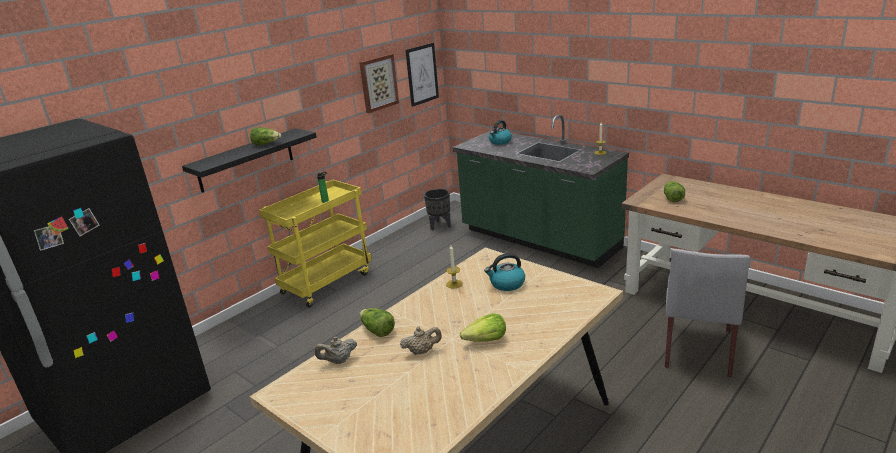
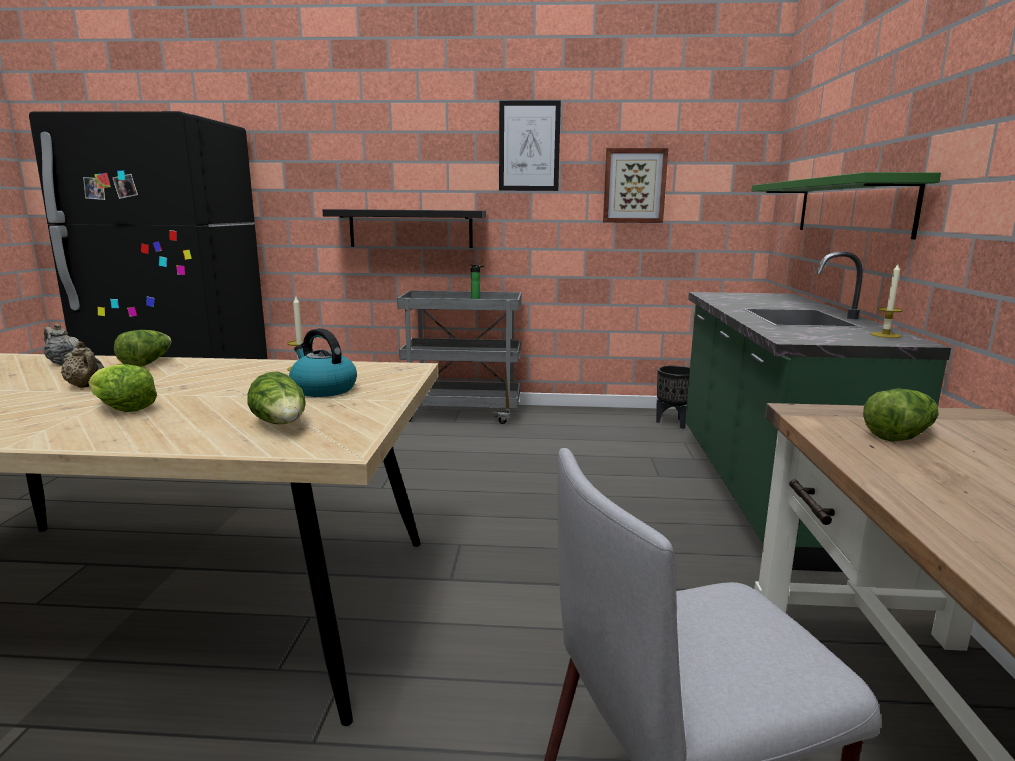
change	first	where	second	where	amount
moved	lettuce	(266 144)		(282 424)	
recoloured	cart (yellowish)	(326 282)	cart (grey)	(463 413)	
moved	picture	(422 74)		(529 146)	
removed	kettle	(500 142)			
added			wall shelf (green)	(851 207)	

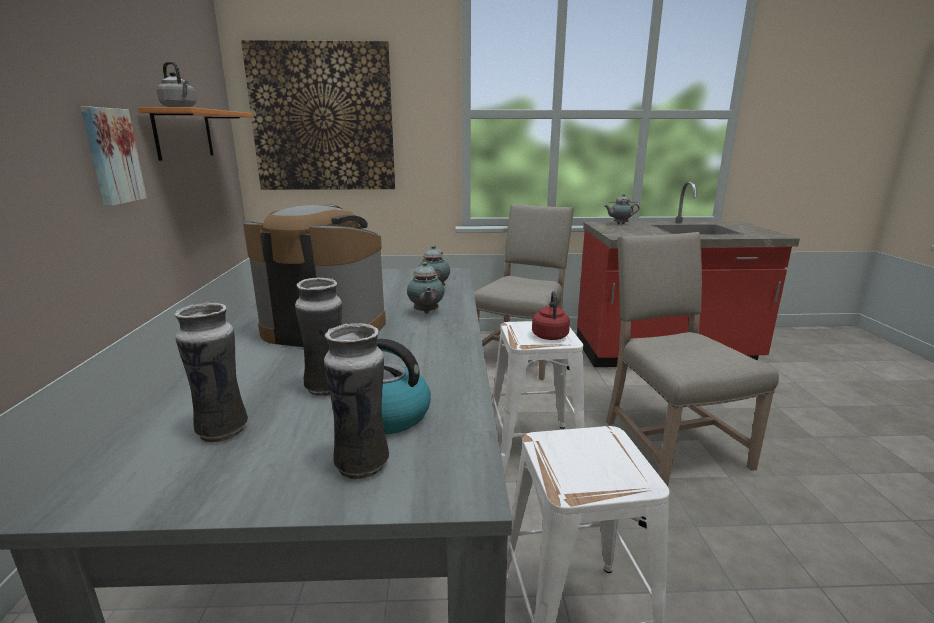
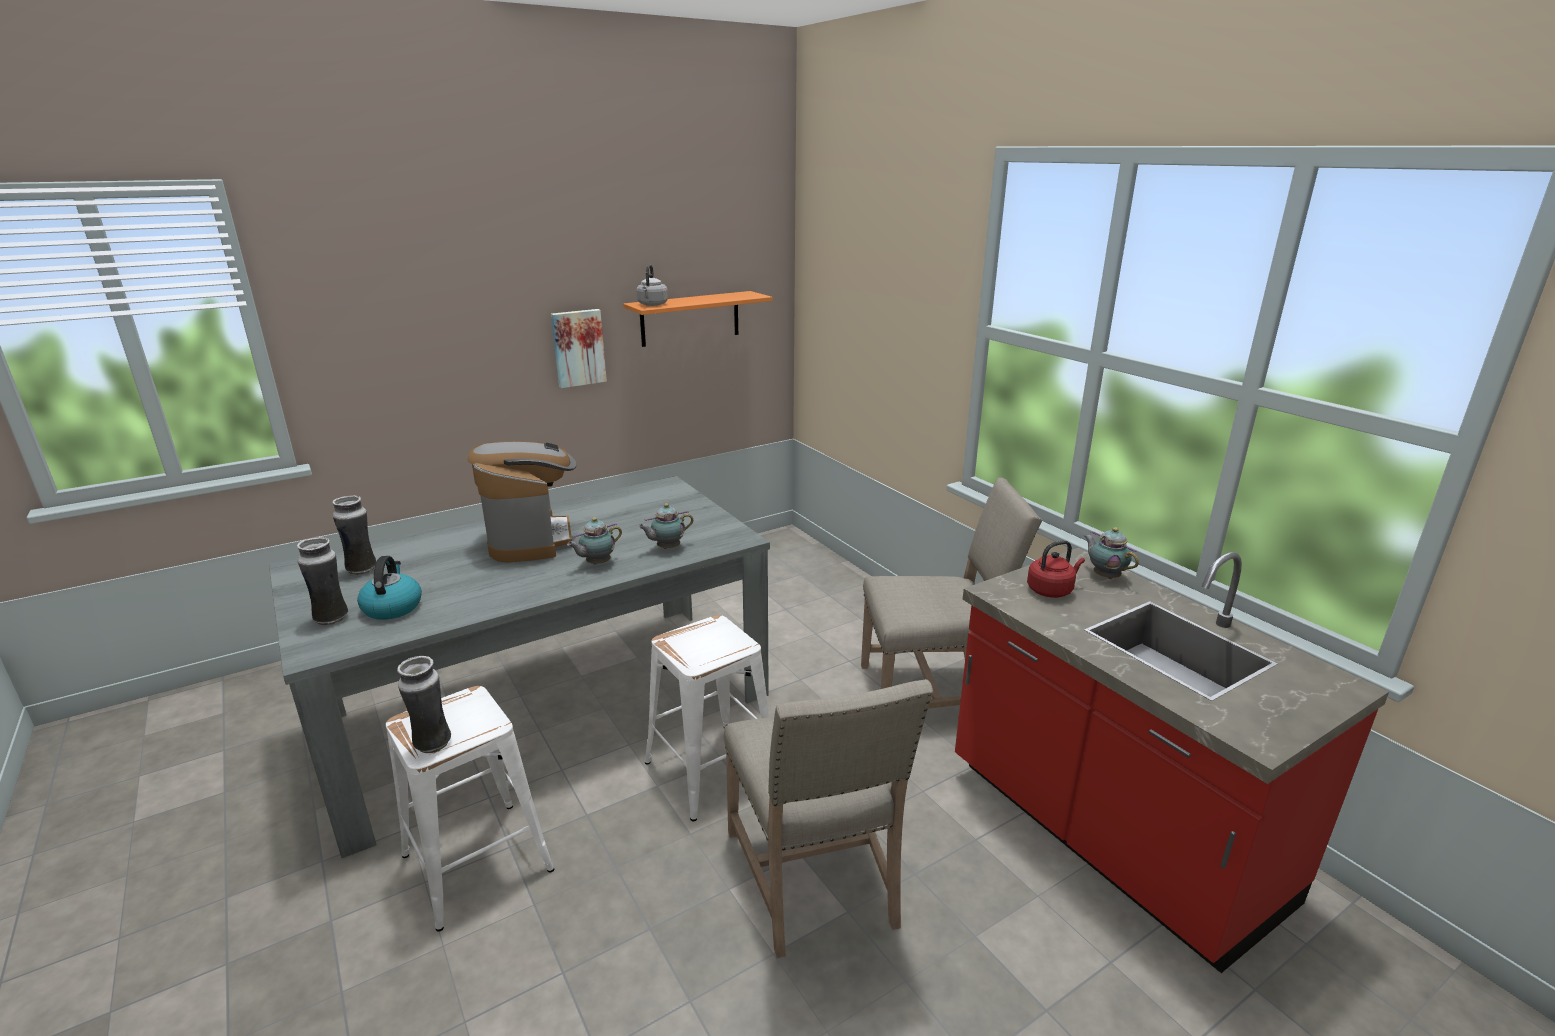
change	first	where	second	where	amount
removed	picture	(323 118)			
moved	vase	(327 388)		(432 744)	
moved	kettle (red-coloured)	(550 335)		(1051 590)	
turned	upright chair (beige-coloured)	(669 442)		(816 880)	120 degrees clockwise

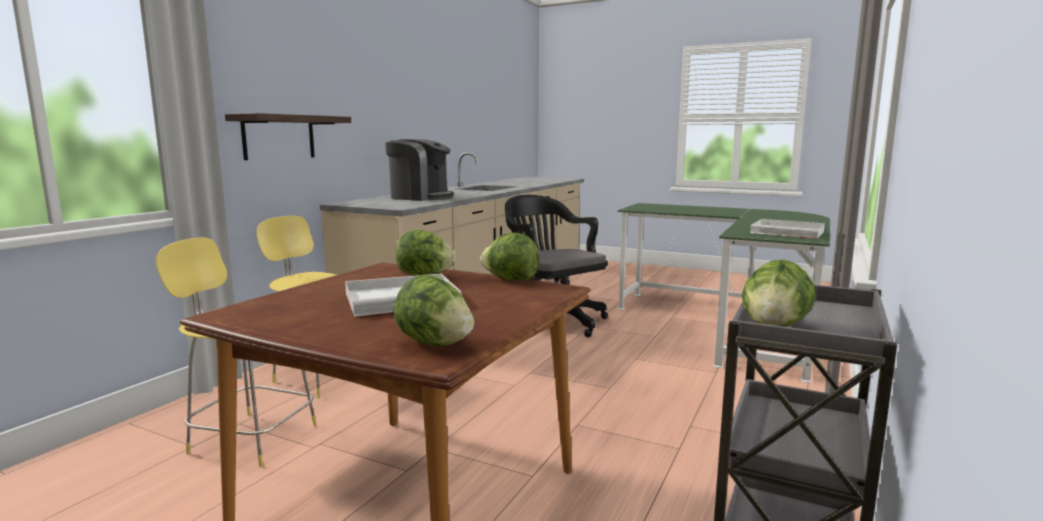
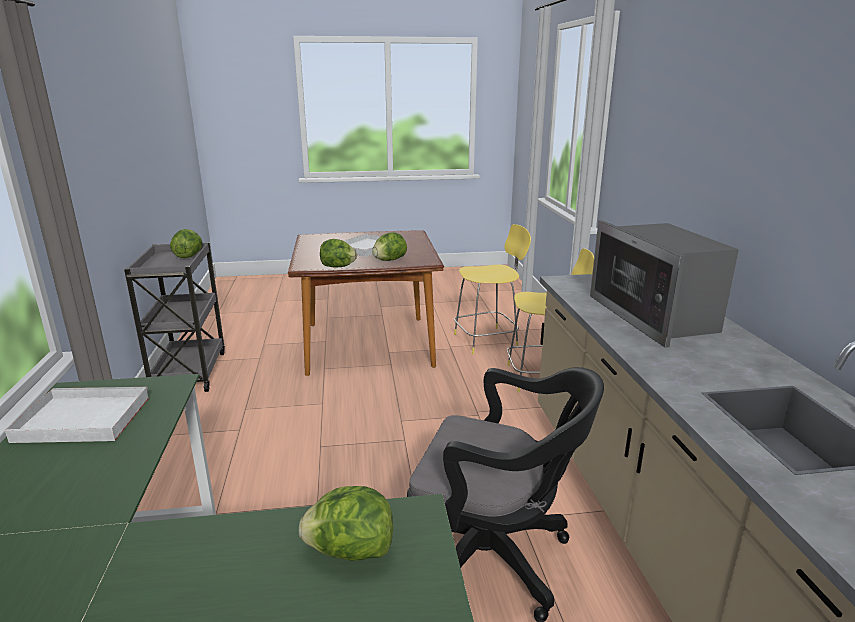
change	first	where	second	where	amount
removed	wall shelf	(279 137)			
replaced	coffee brewer	(420 197)	microwave oven	(654 316)	
moved	lettuce	(434 343)		(350 551)	

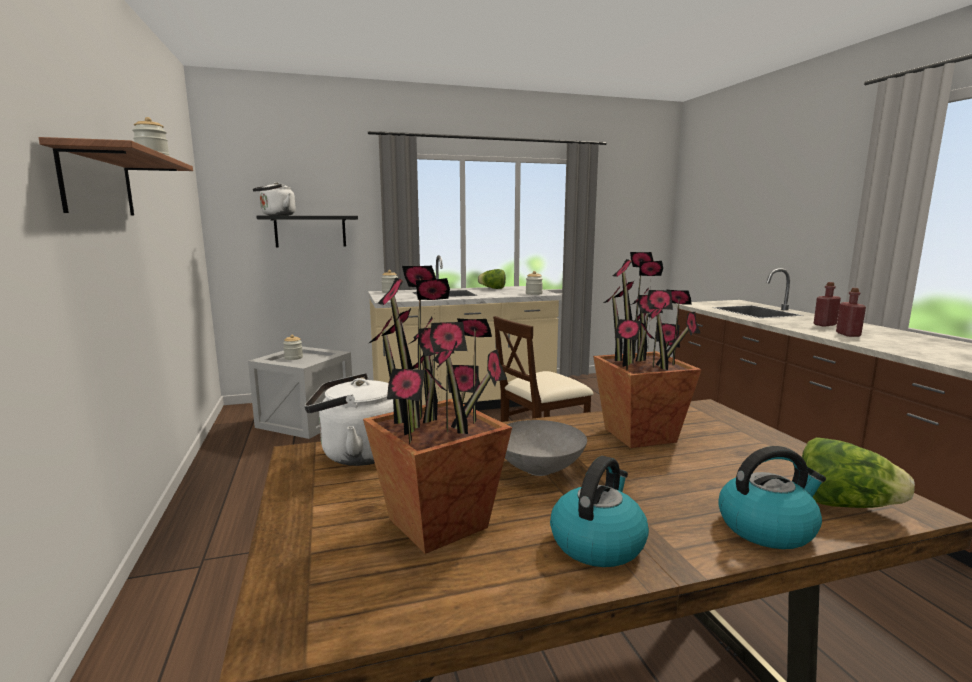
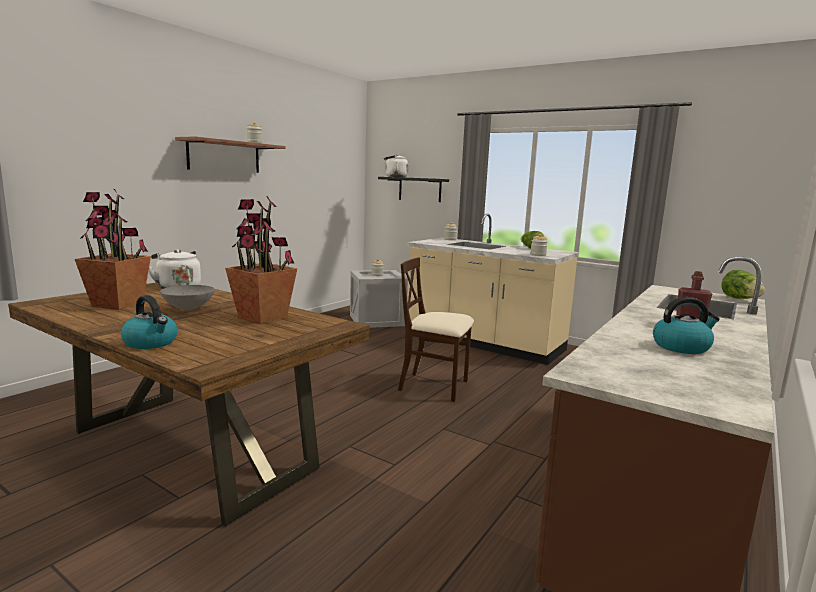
change	first	where	second	where	amount
moved	kettle	(597 542)		(681 347)	
moved	lettuce	(844 504)		(741 299)	
removed	bottle (red-coloured)	(848 334)			

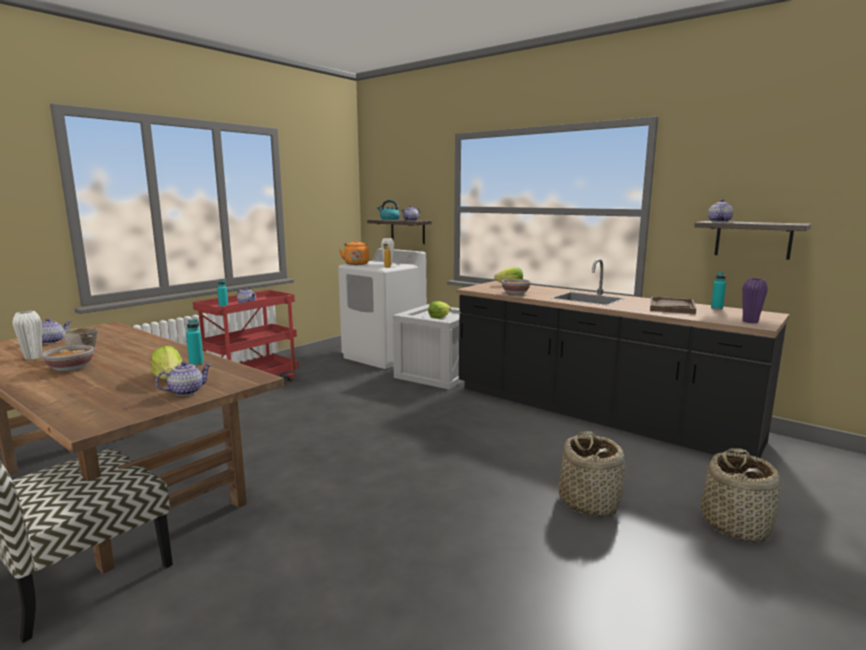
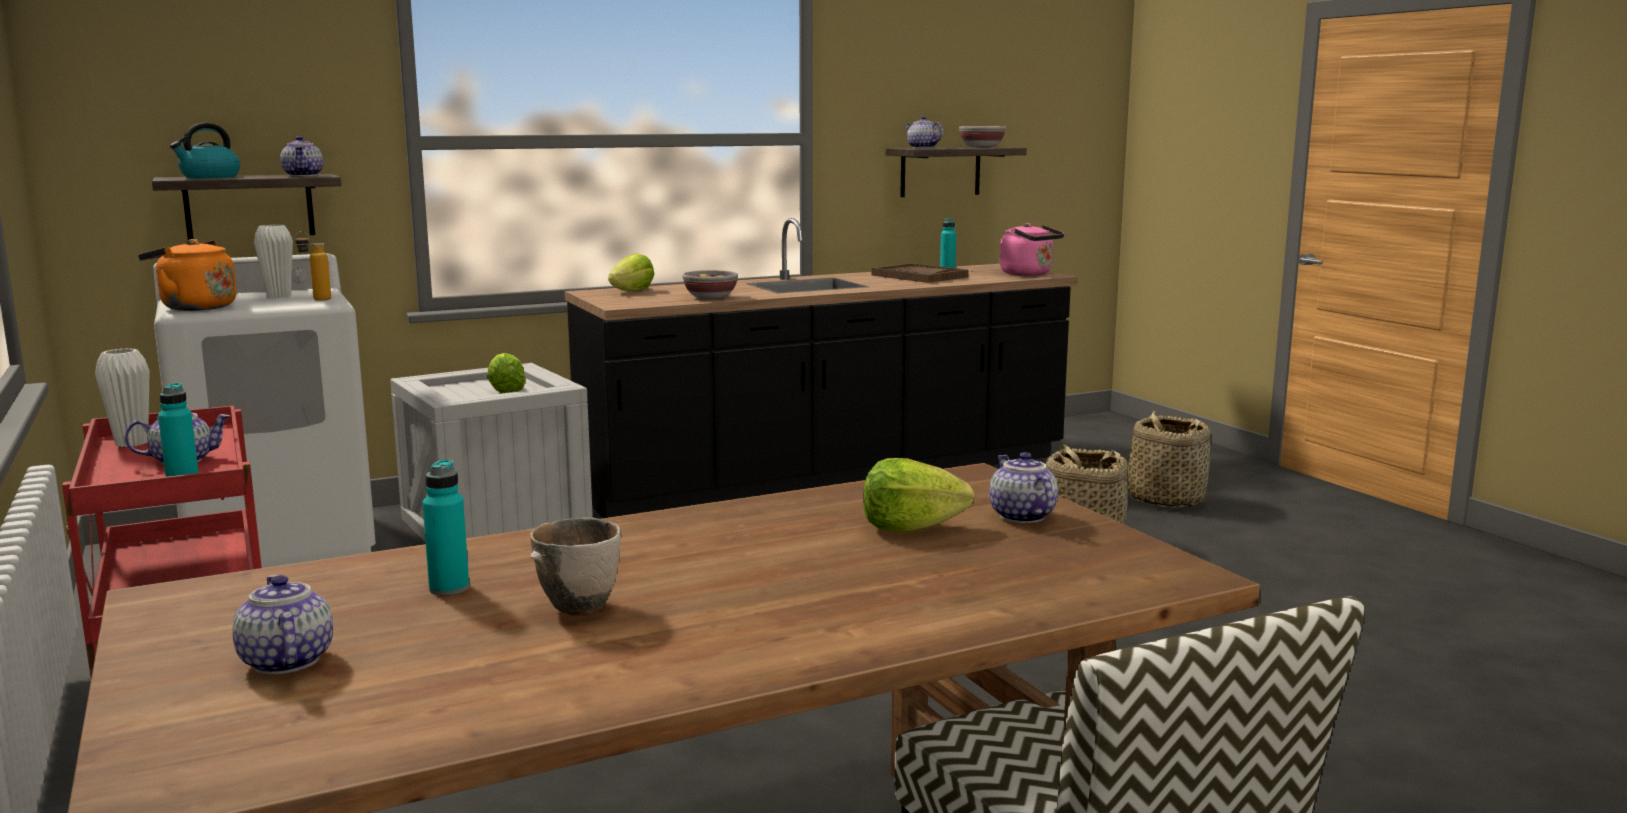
change	first	where	second	where	amount
moved	vase (white-coloured)	(33 357)		(131 443)	
moved	deep dish	(70 368)		(982 147)	
moved	bottle (turquoise)	(196 364)		(449 588)	
replaced	vase (purplish)	(750 322)	kettle (pink-coloured)	(1029 274)	

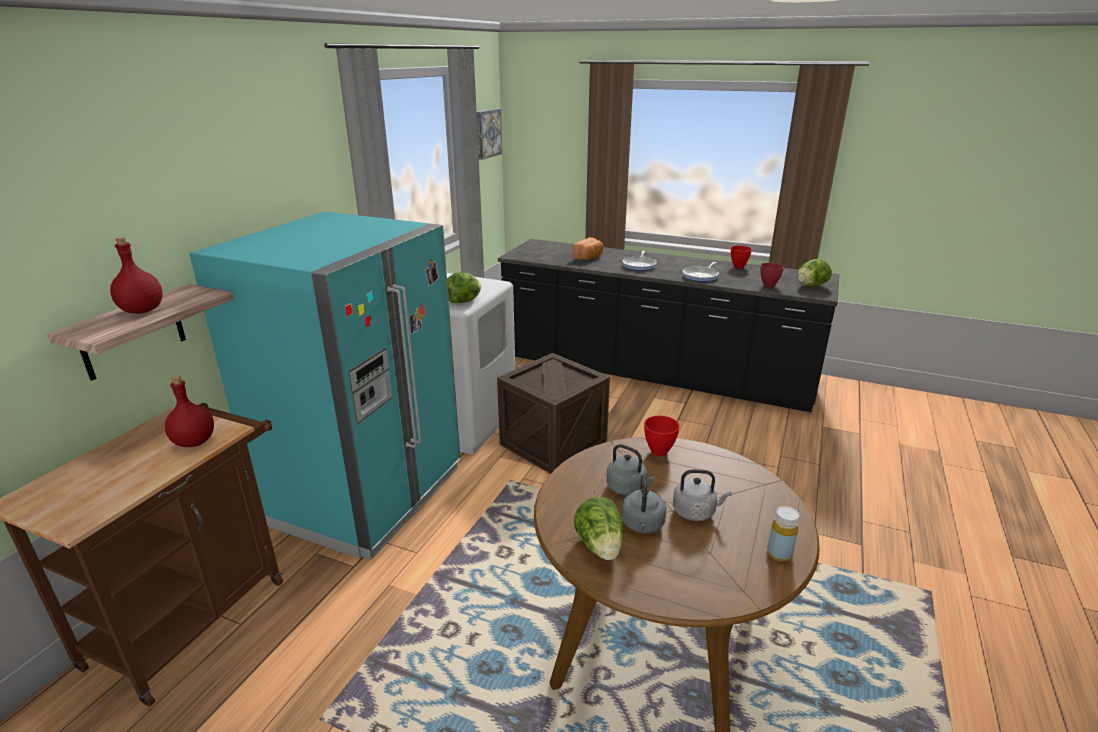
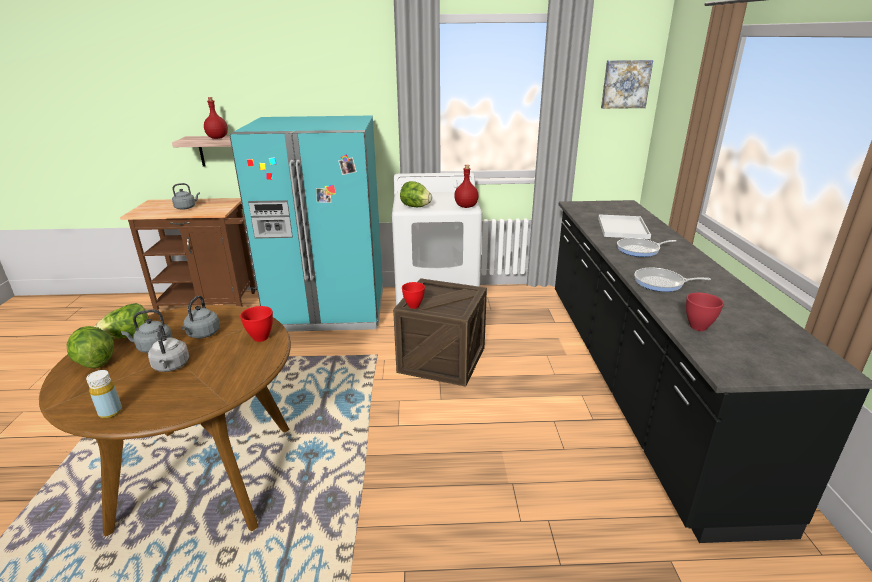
change	first	where	second	where	amount
moved	bottle (red-coloured)	(195 442)		(466 206)	
replaced	bakery bread	(589 257)	serving tray (white-coloured)	(622 227)	
moved	deep dish (red-coloured)	(738 266)		(414 306)	
moved	lettuce	(810 286)		(94 362)	
added			kettle (grey)	(186 207)	

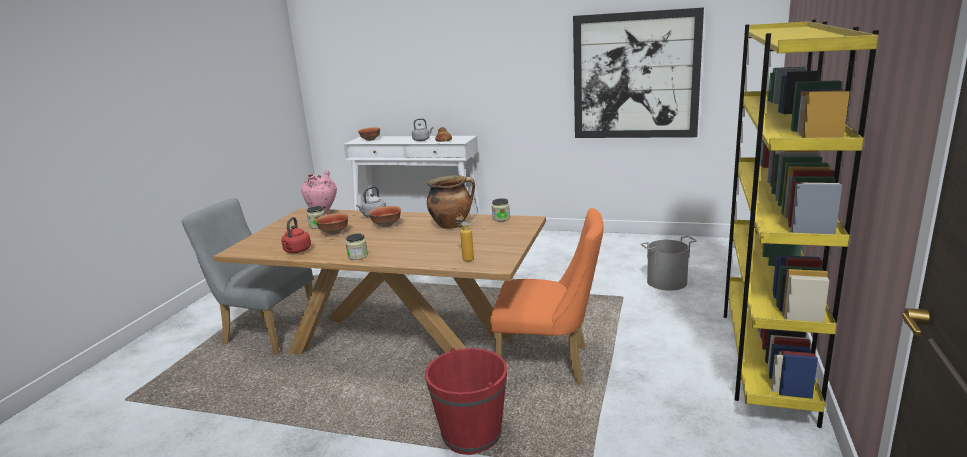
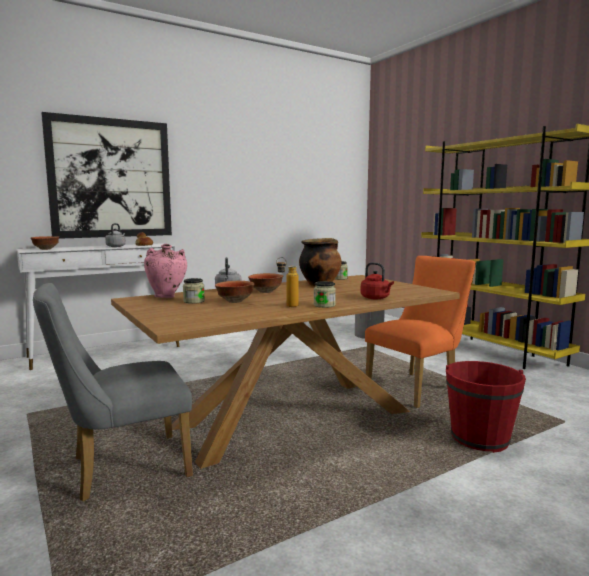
change	first	where	second	where	amount
moved	kettle (red-coloured)	(297 251)		(376 298)	
moved	bottle	(465 258)		(287 306)	
moved	picture	(635 76)		(111 178)	

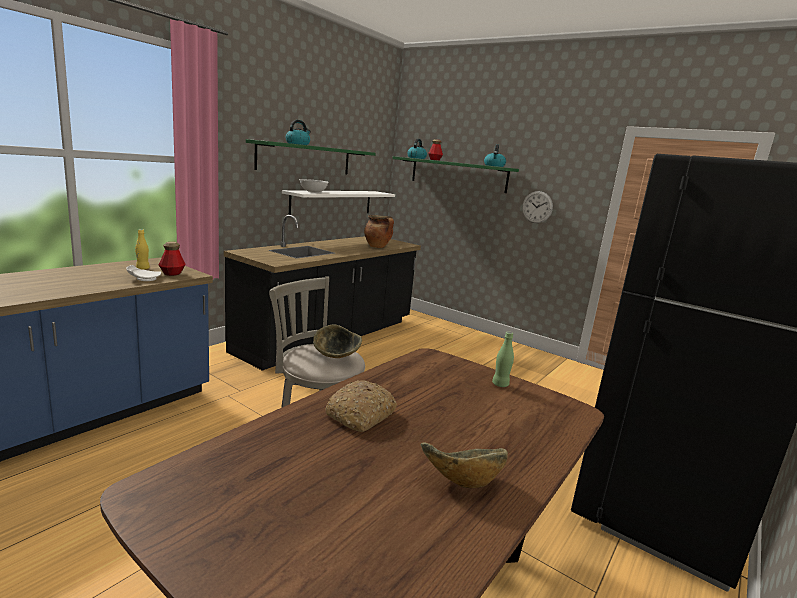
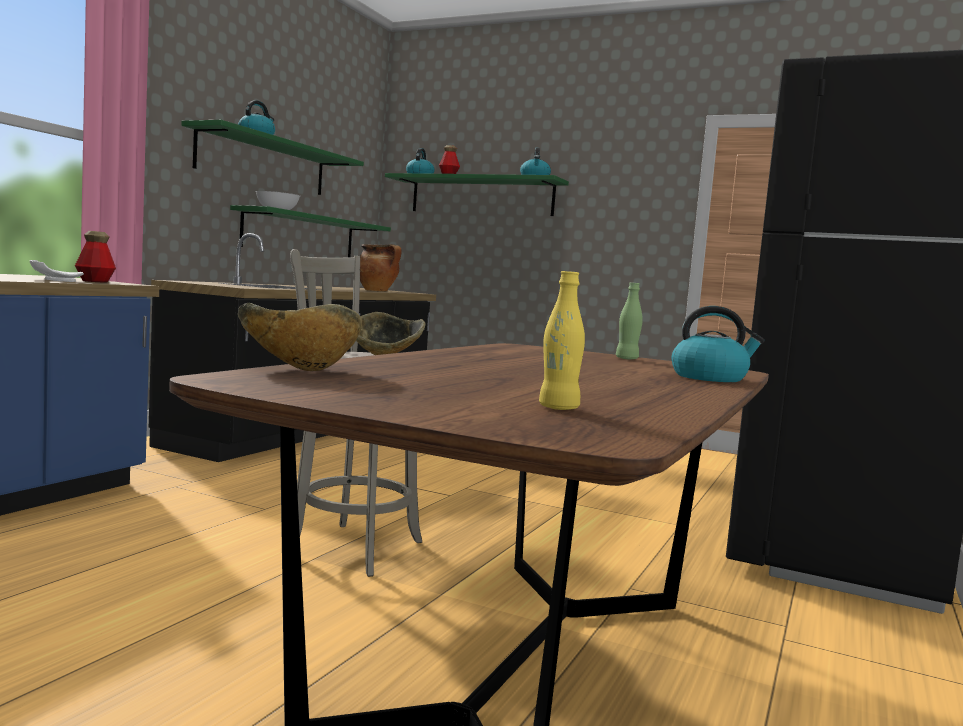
change	first	where	second	where	amount
moved	bottle (yellowish)	(143 268)		(558 408)	
recoloured	wall shelf (white-coloured)	(332 202)	wall shelf (green)	(300 234)	
removed	bakery bread	(360 415)			
moved	deep dish	(460 482)		(300 370)	
removed	hanging clock	(537 207)			
added			kettle	(710 378)	

